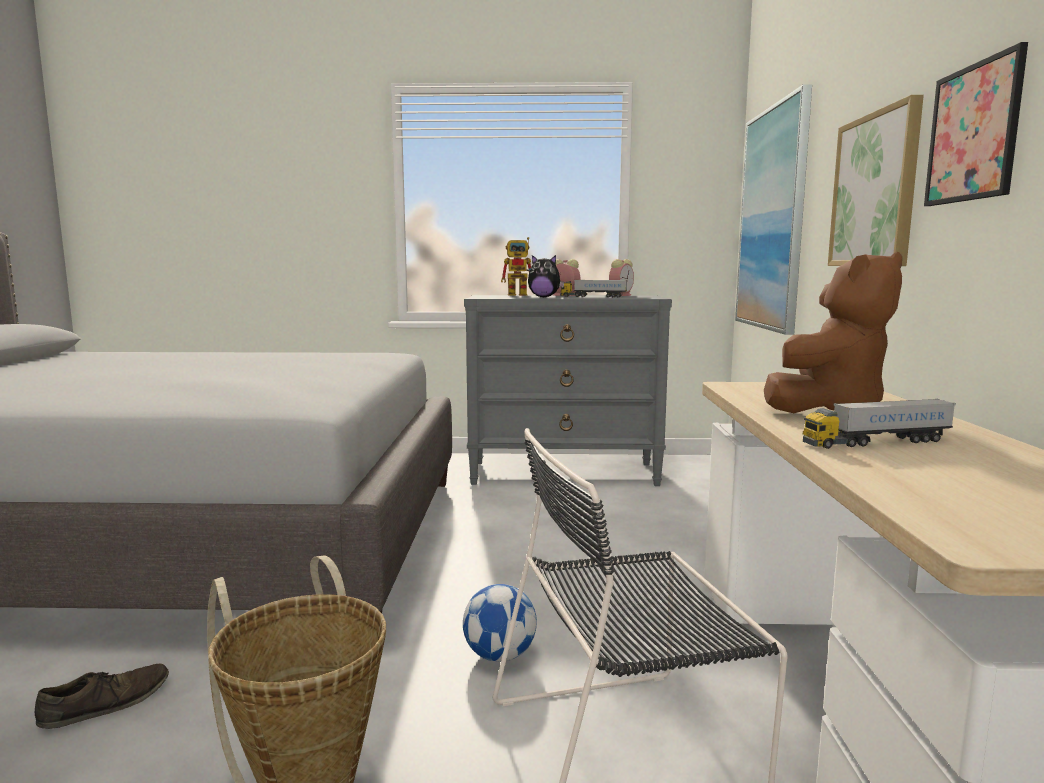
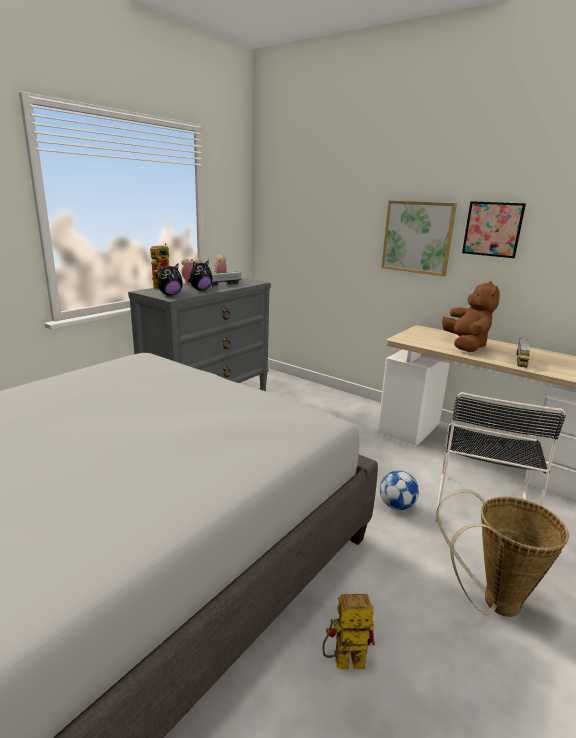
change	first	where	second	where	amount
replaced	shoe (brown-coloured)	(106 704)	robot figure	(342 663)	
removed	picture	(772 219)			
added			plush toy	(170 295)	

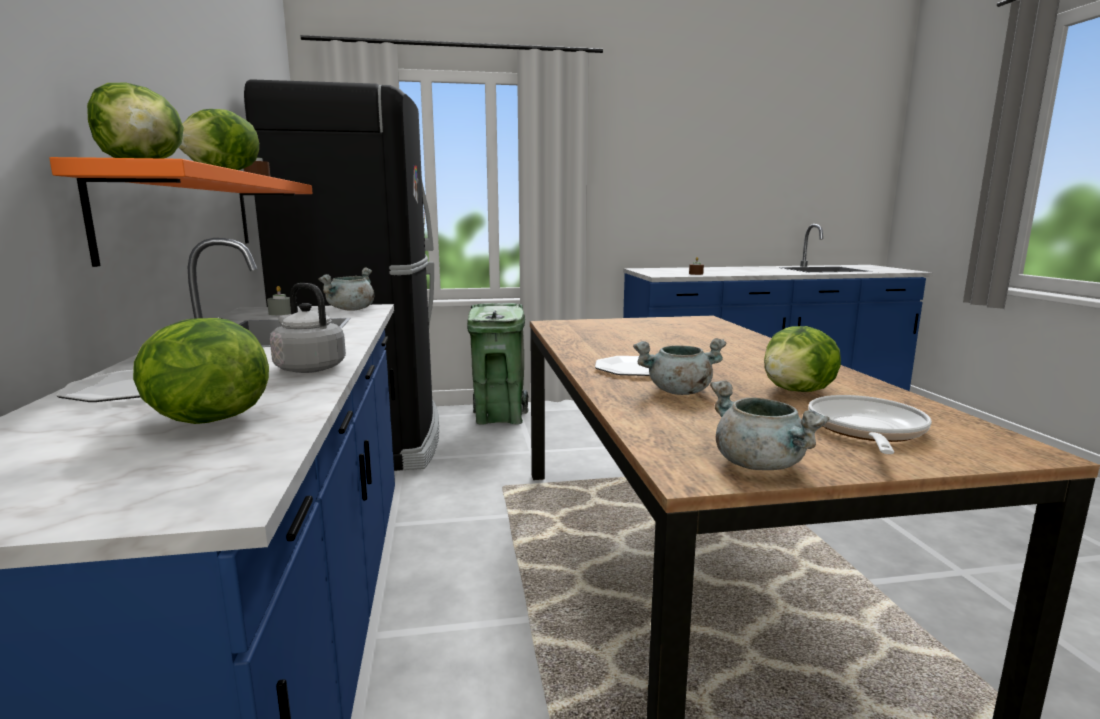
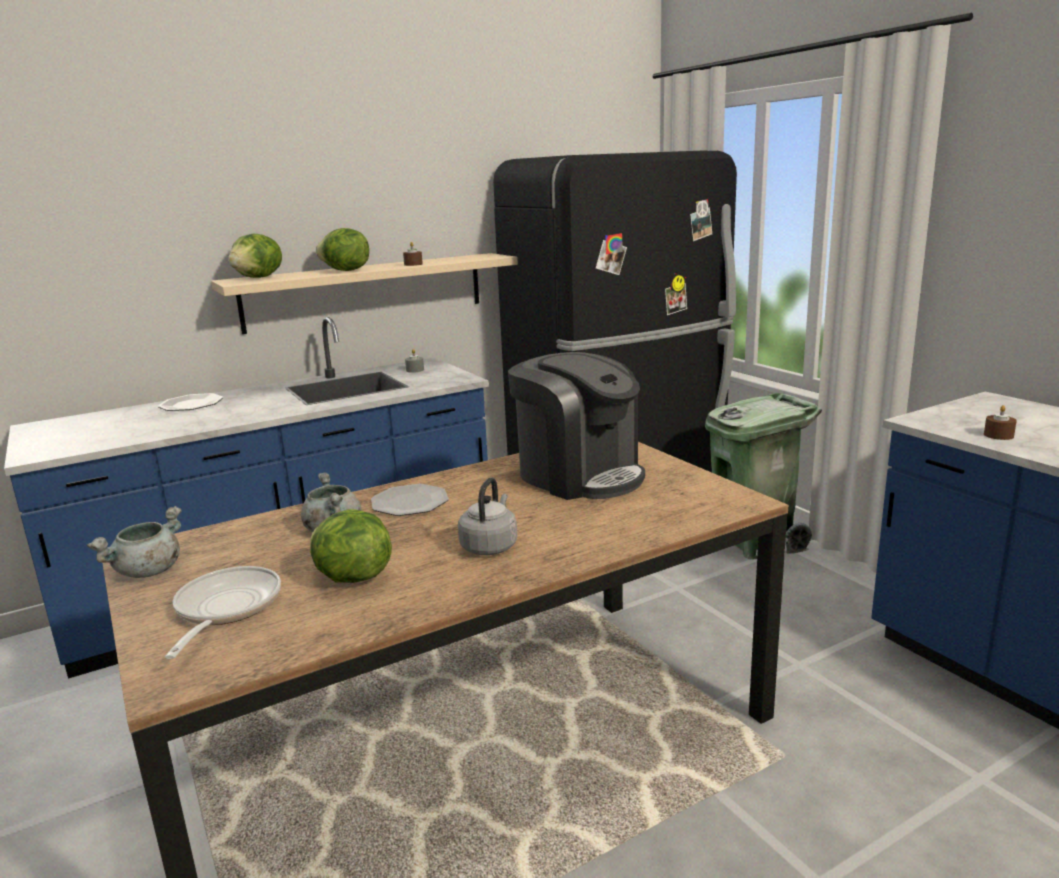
change	first	where	second	where	amount
recoloured	wall shelf (orange-coloured)	(185 214)	wall shelf (beige-coloured)	(366 291)	
removed	lettuce	(205 420)			
moved	kettle (grey)	(308 368)		(490 546)	
removed	saucepot (grey)	(351 309)			
turned	skillet	(865 431)		(225 609)	90 degrees counterclockwise
added			coffee brewer	(579 475)	

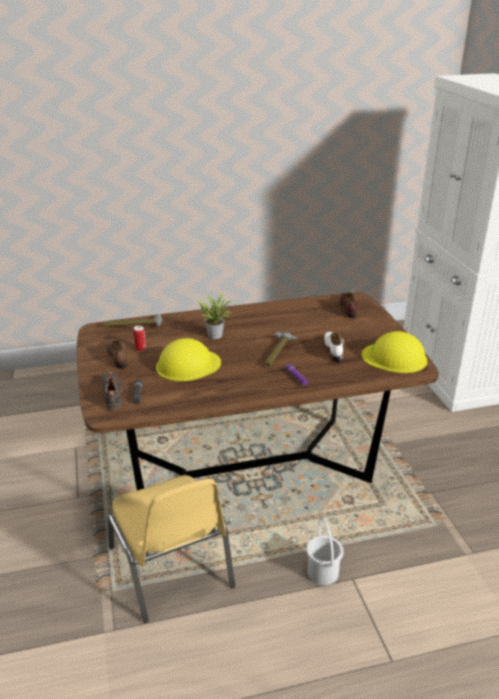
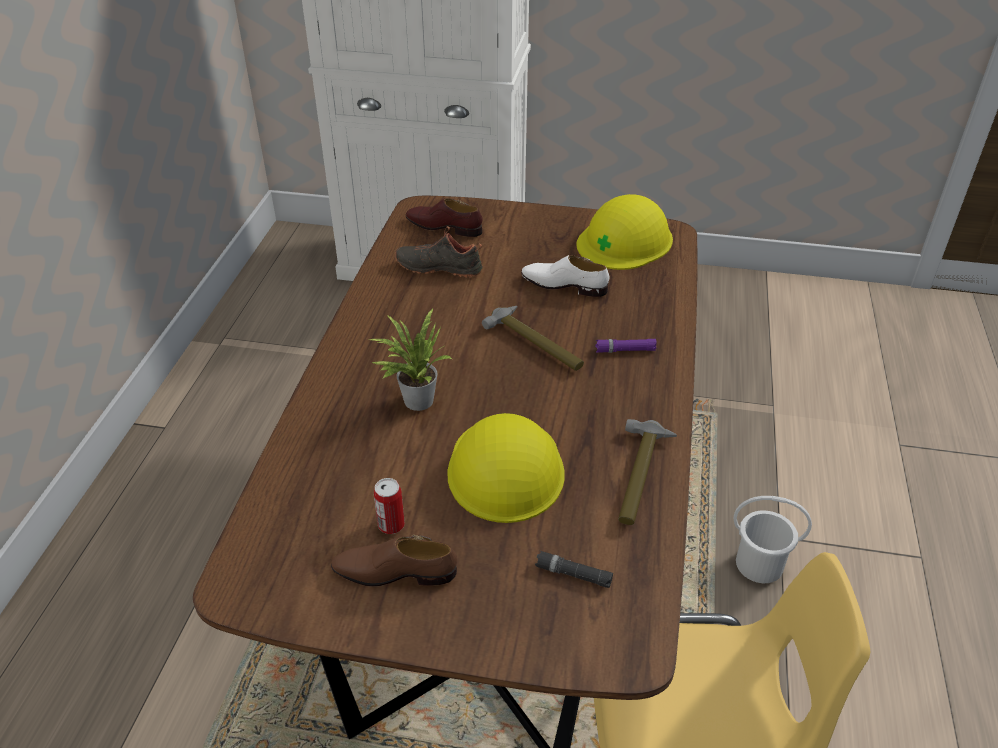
change	first	where	second	where	amount
moved	shoe (blackish)	(113 395)		(439 267)	
moved	hand hammer	(133 326)		(639 477)	

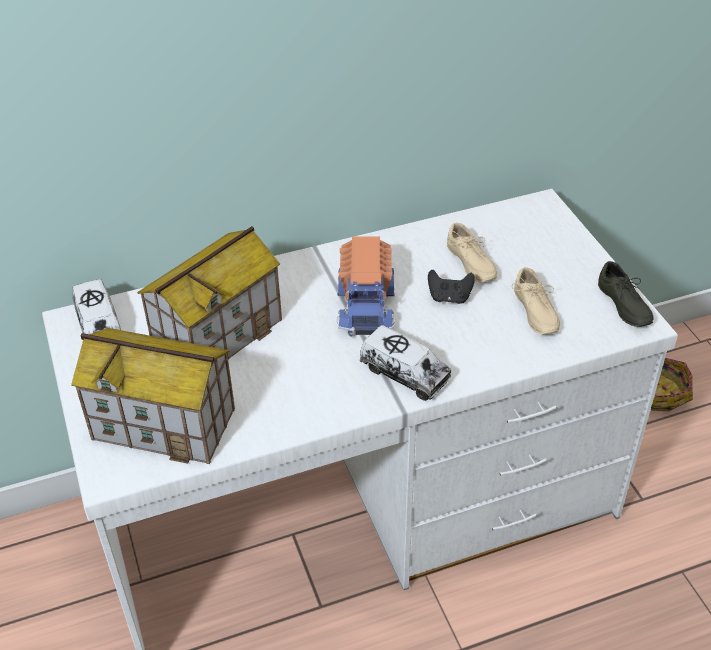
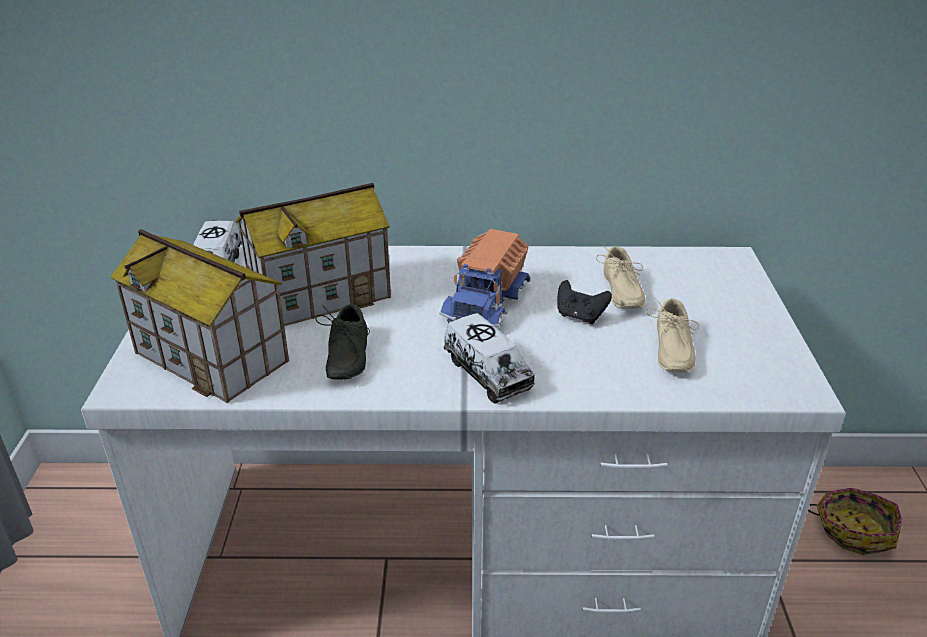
change	first	where	second	where	amount
moved	shoe (grey)	(621 305)		(344 357)	

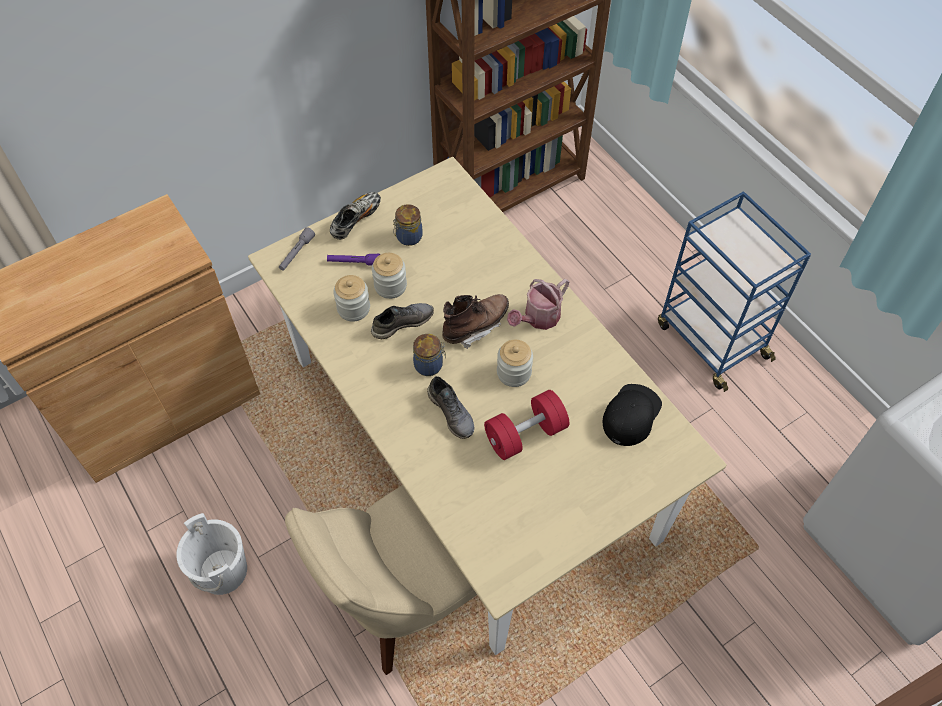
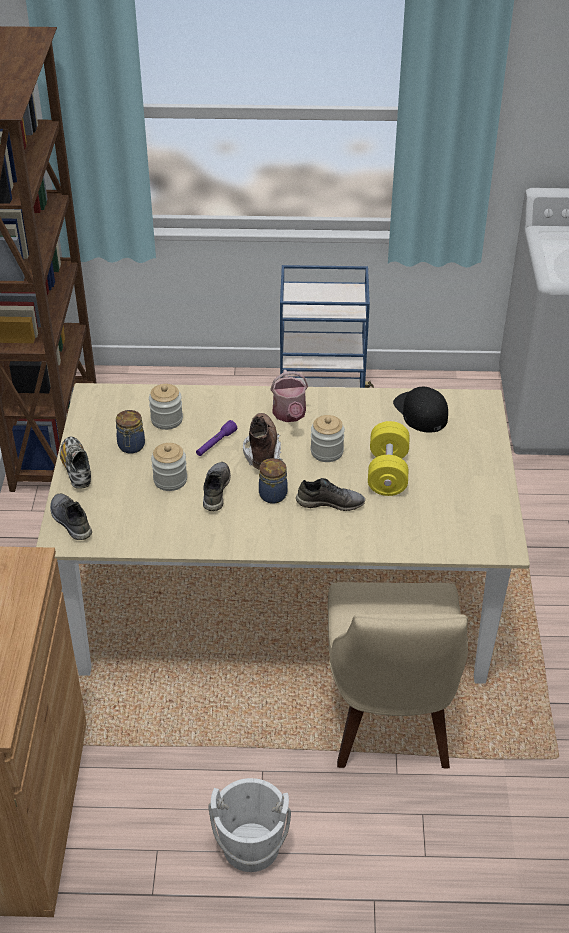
change	first	where	second	where	amount
replaced	torch (grey)	(296 253)	shoe (grey)	(70 521)	
moved	torch (purplish)	(354 262)		(216 443)	
moved	preserve jar	(353 308)		(167 420)	
recoloured	hand weight (red-coloured)	(525 434)	hand weight (yellowish)	(387 472)	

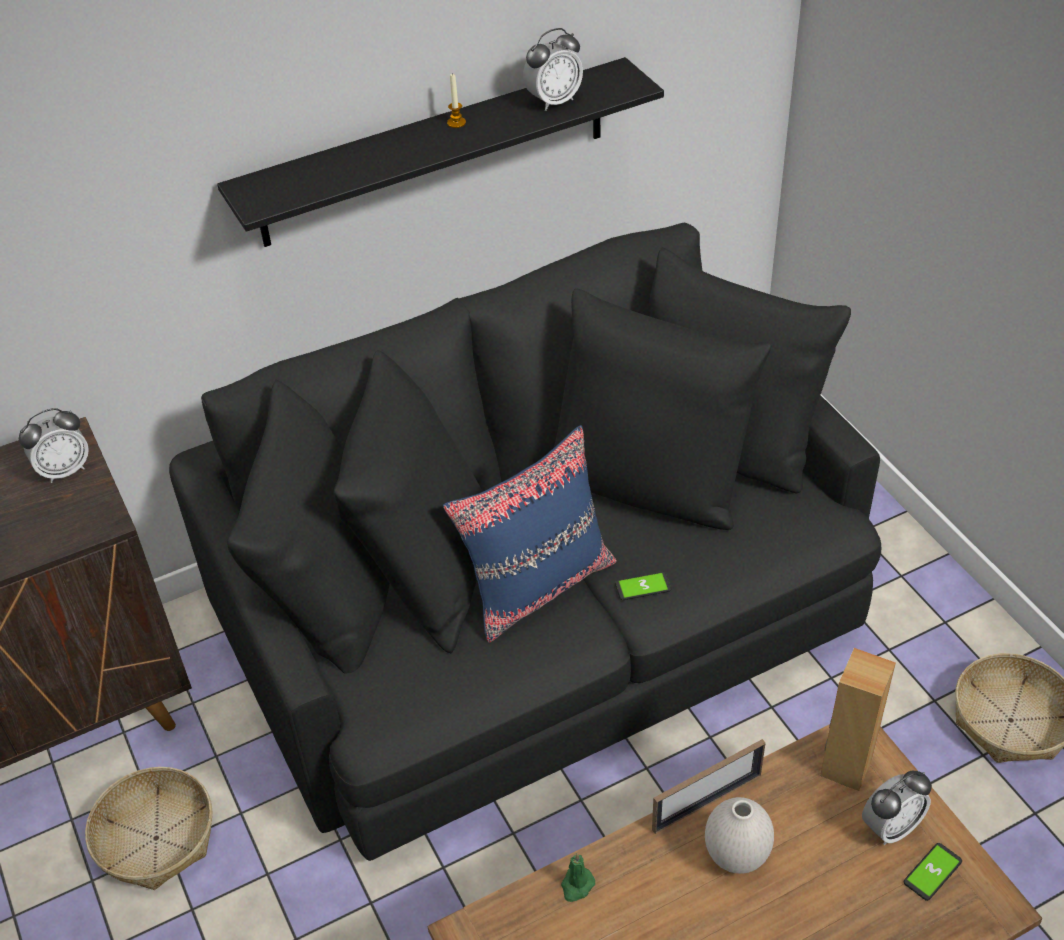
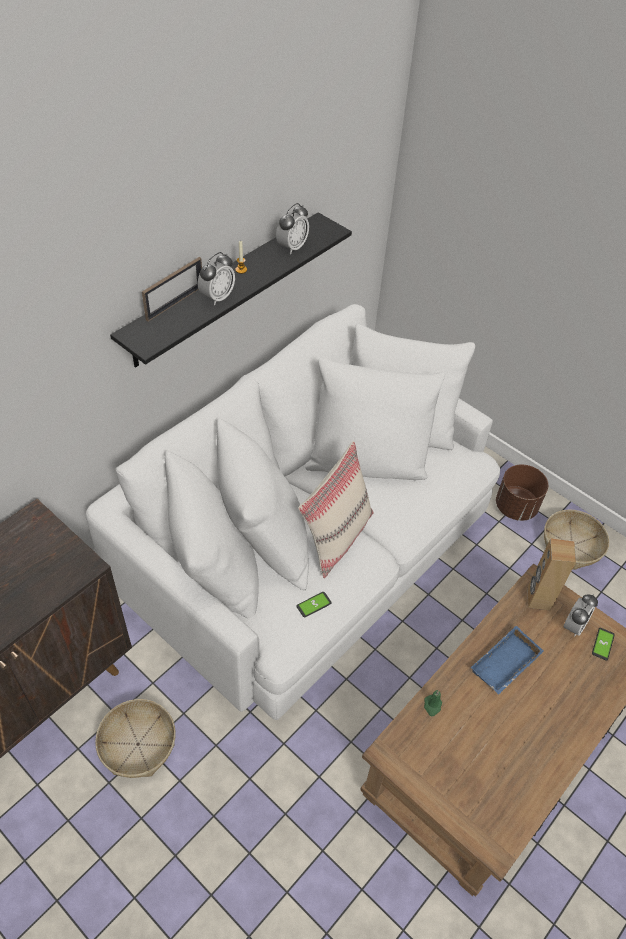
change	first	where	second	where	amount
moved	alarm clock	(64 470)		(217 297)	
recoloured	couch (blackish)	(539 610)	couch (white-coloured)	(306 544)	
recoloured	cushion (bluish)	(537 585)	cushion (beige-coloured)	(336 536)	
moved	handset	(643 587)		(314 605)	
moved	photo frame	(707 802)		(175 303)	
replaced	vase (white-coloured)	(736 858)	serving tray (bluish)	(506 665)	
added			flower pot (brown-coloured)	(515 507)	

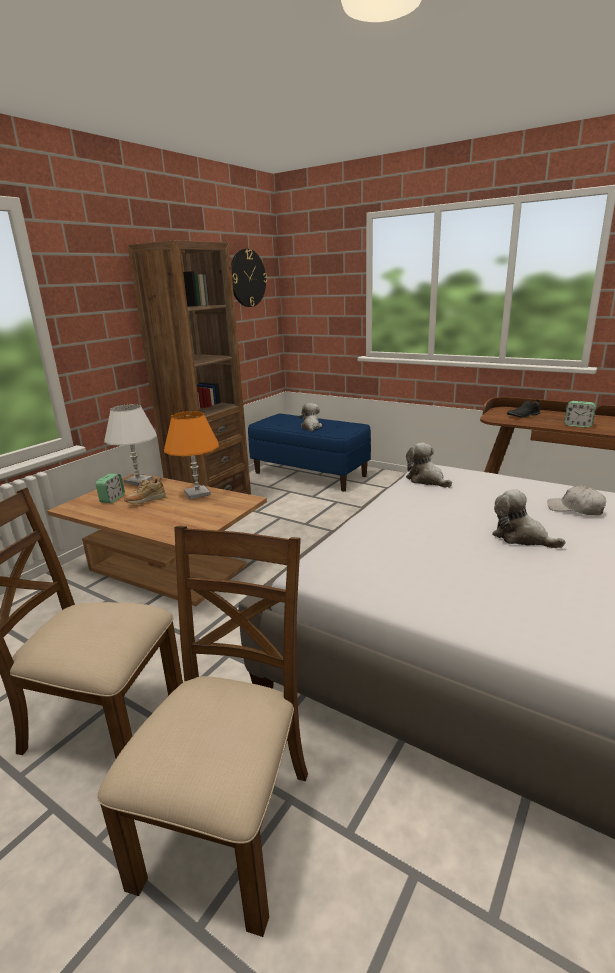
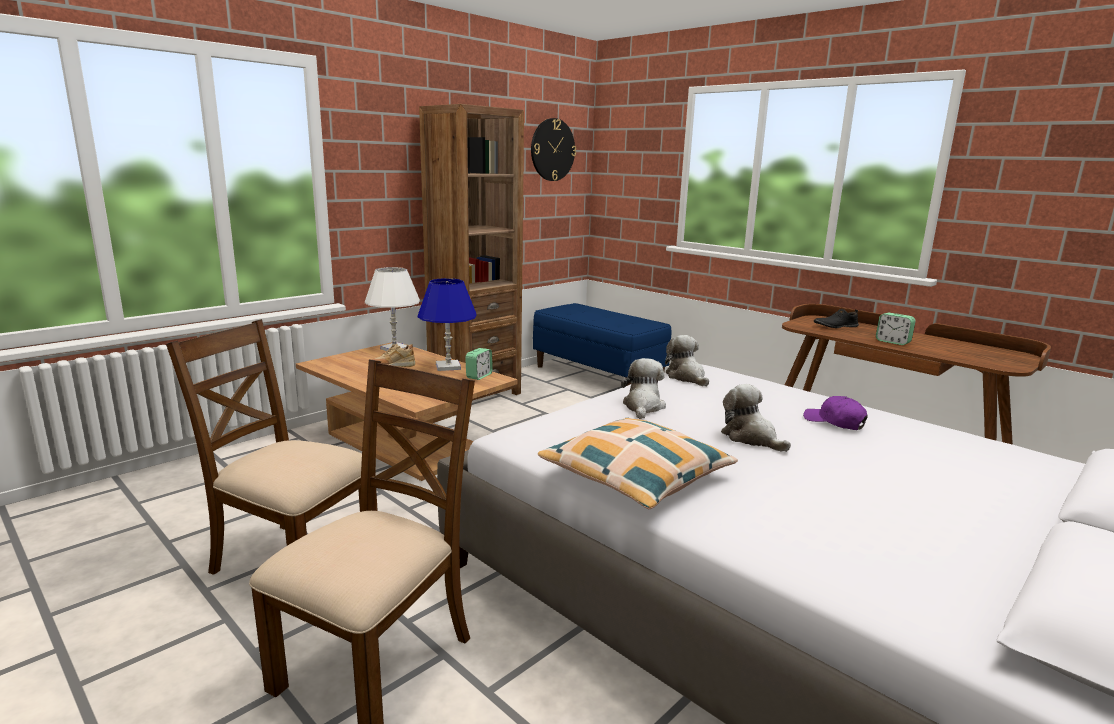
change	first	where	second	where	amount
moved	alarm clock	(112 499)		(479 376)	
recoloured	lamp for a table (orange-coloured)	(197 493)	lamp for a table (bluish)	(448 367)	
moved	plush toy	(311 427)		(643 407)	
recoloured	peaked cap (white-coloured)	(575 509)	peaked cap (purplish)	(834 422)	
added			cushion	(635 475)	

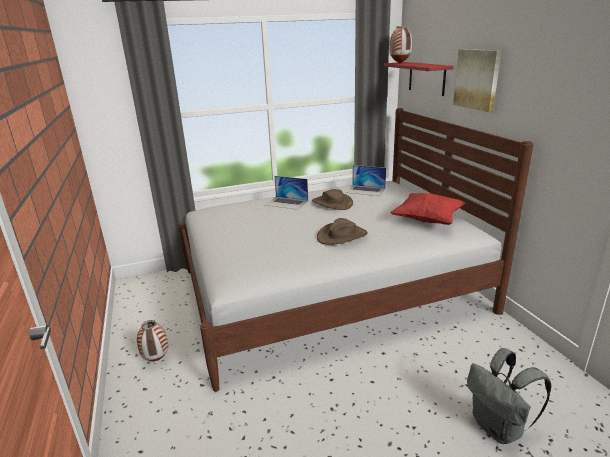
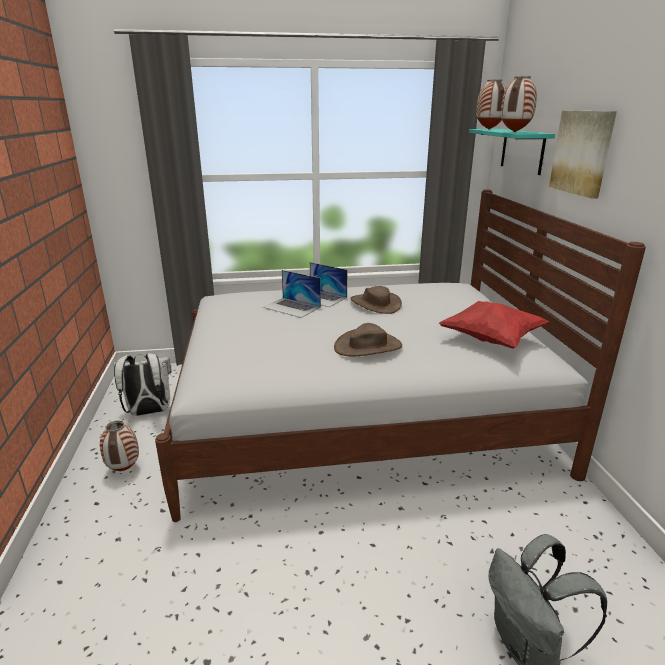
change	first	where	second	where	amount
moved	notebook computer	(365 190)		(292 307)	
recoloured	wall shelf (red-coloured)	(426 78)	wall shelf (turquoise)	(522 150)	
added			knapsack (white-coloured)	(148 412)	
added			vase	(514 132)	

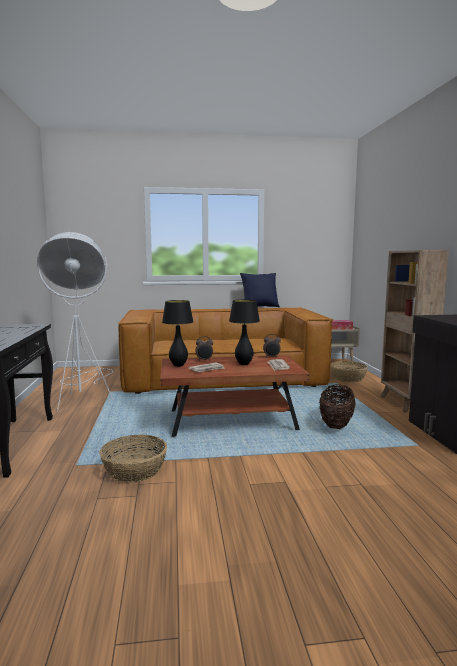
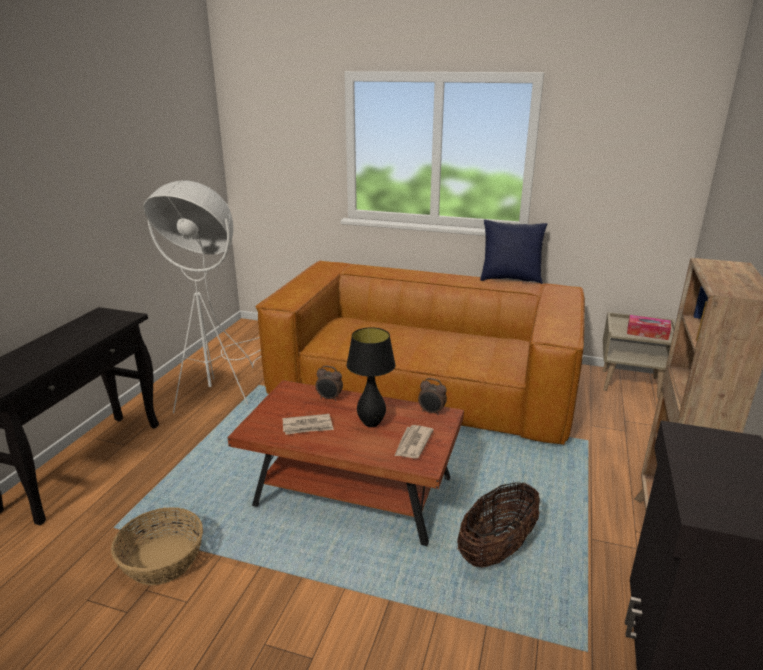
change	first	where	second	where	amount
removed	lamp for a table (blackish)	(178 365)			
removed	household basket	(347 378)			

